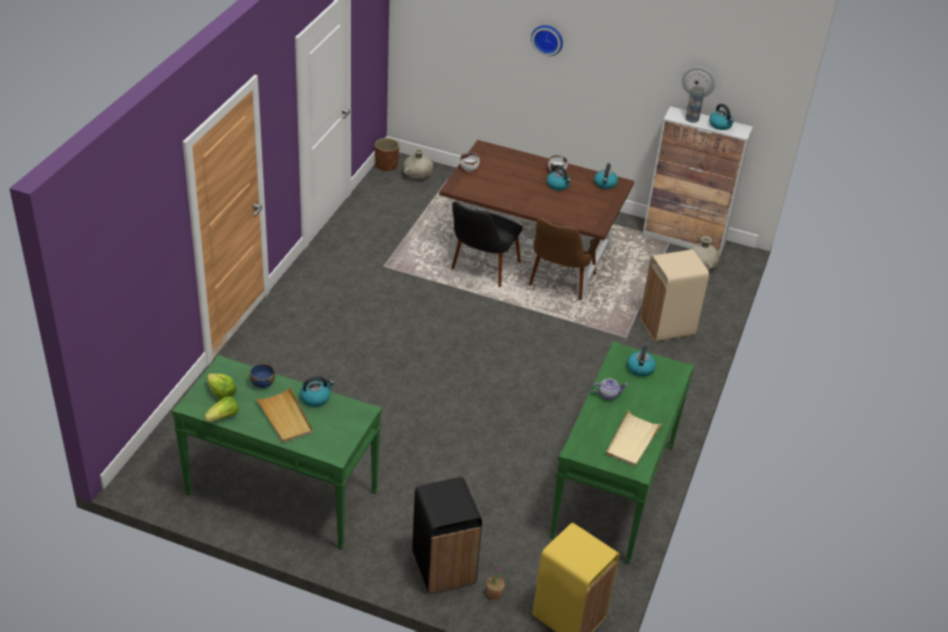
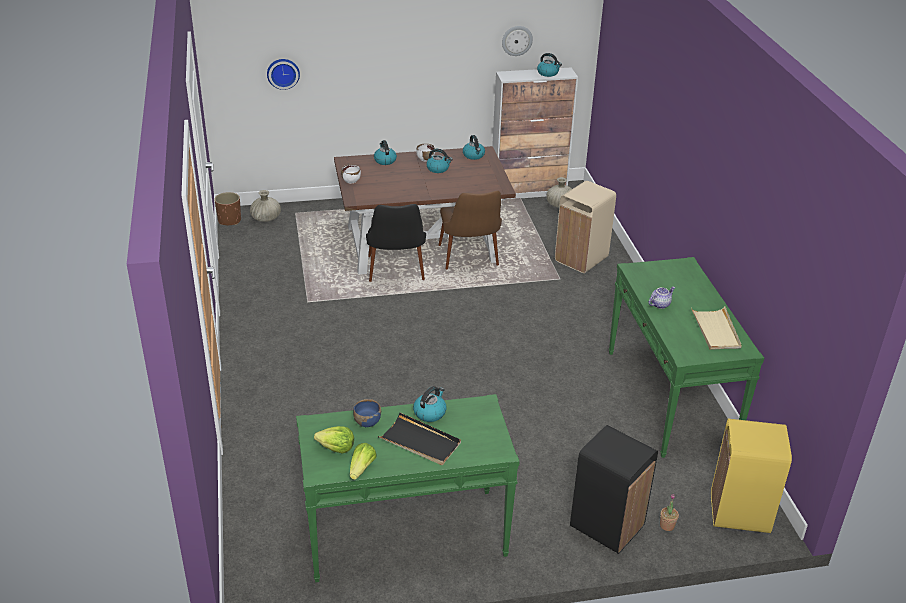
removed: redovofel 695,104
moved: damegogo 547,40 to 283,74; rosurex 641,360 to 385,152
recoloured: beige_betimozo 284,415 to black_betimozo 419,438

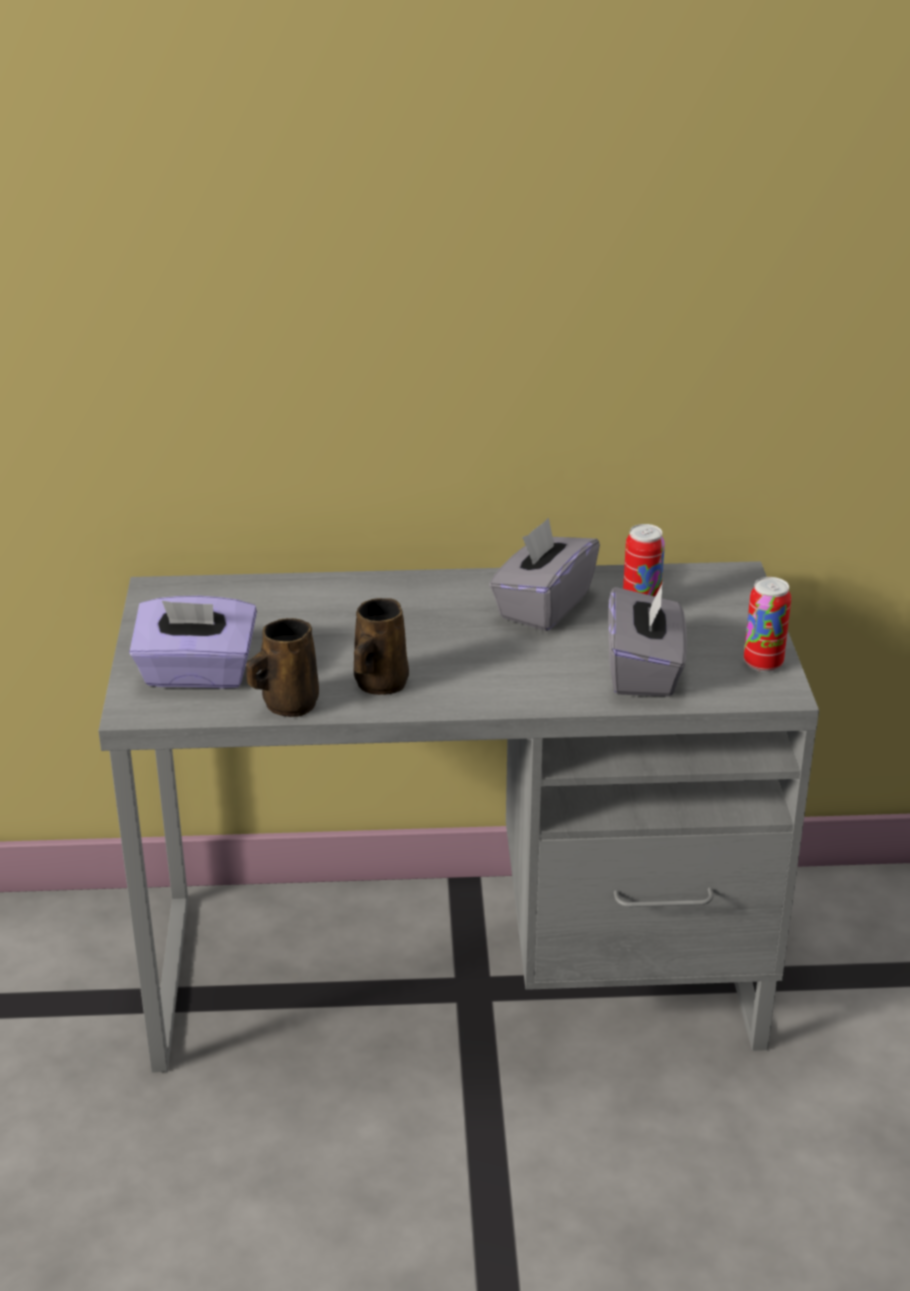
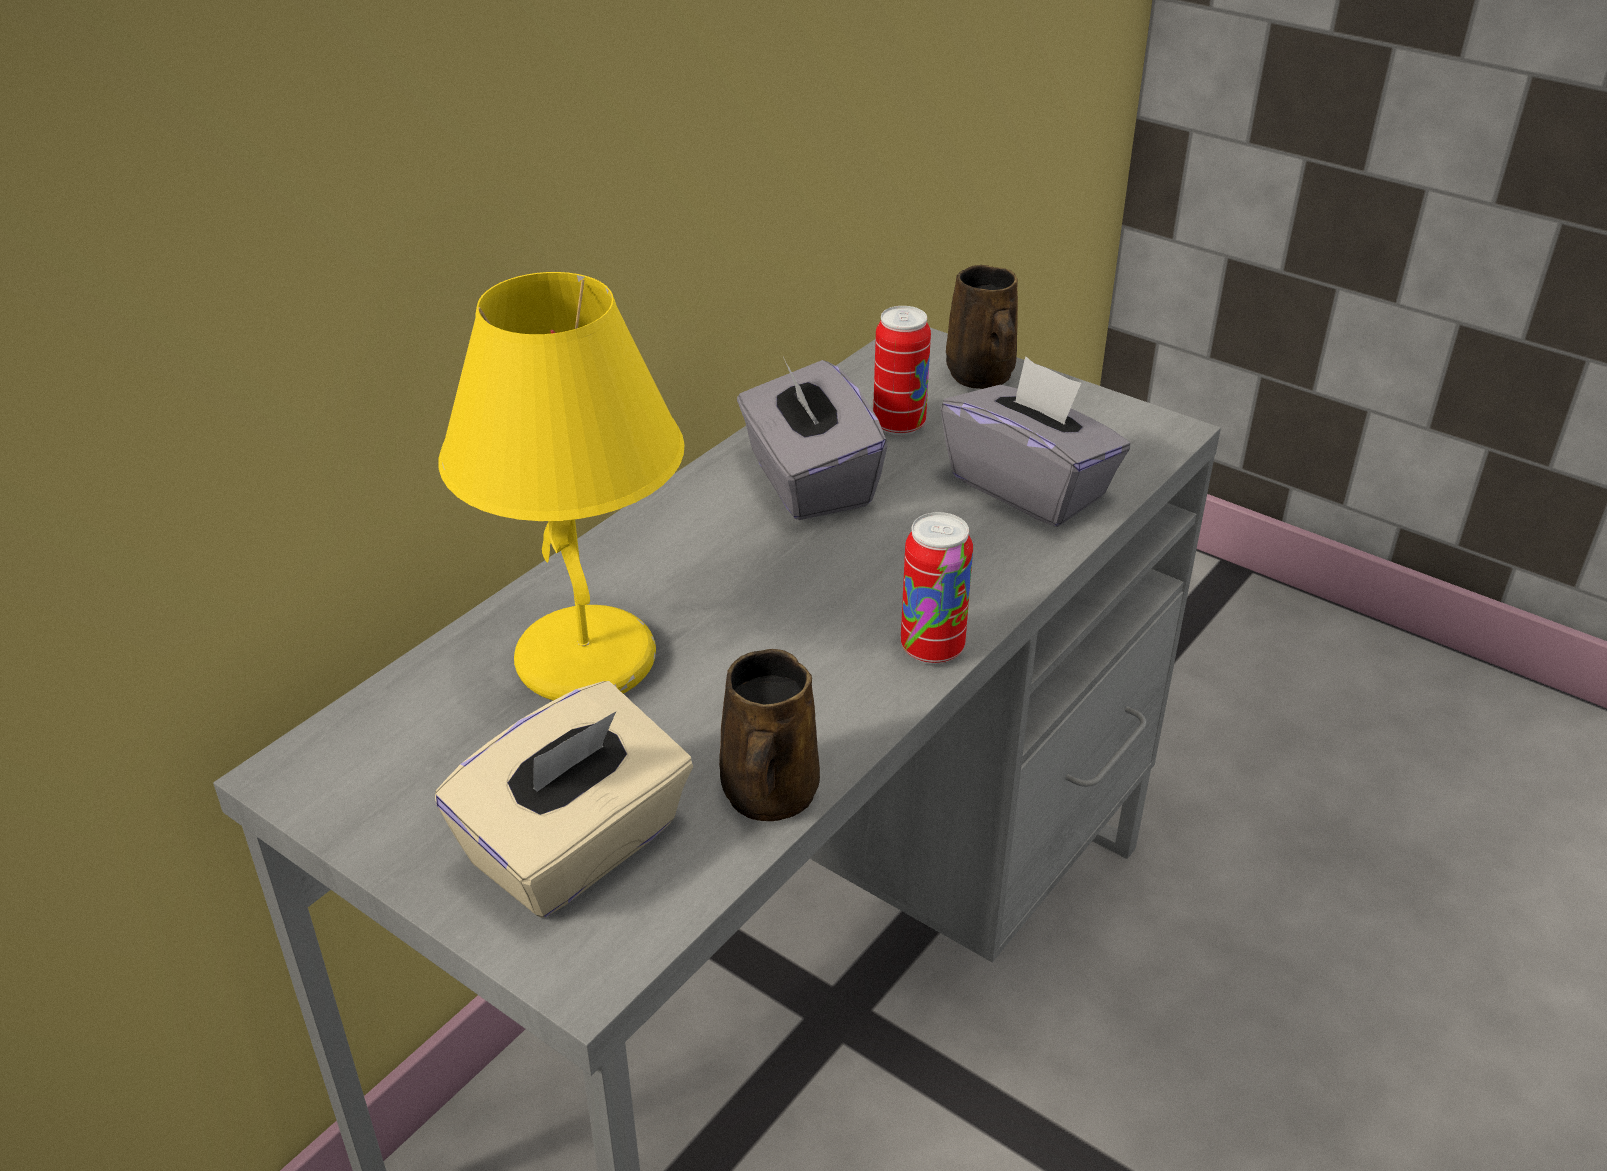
added: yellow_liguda 561,486
moved: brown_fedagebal 381,646 to 982,327; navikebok 767,624 to 937,588
recoloured: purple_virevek 193,642 to beige_virevek 564,799

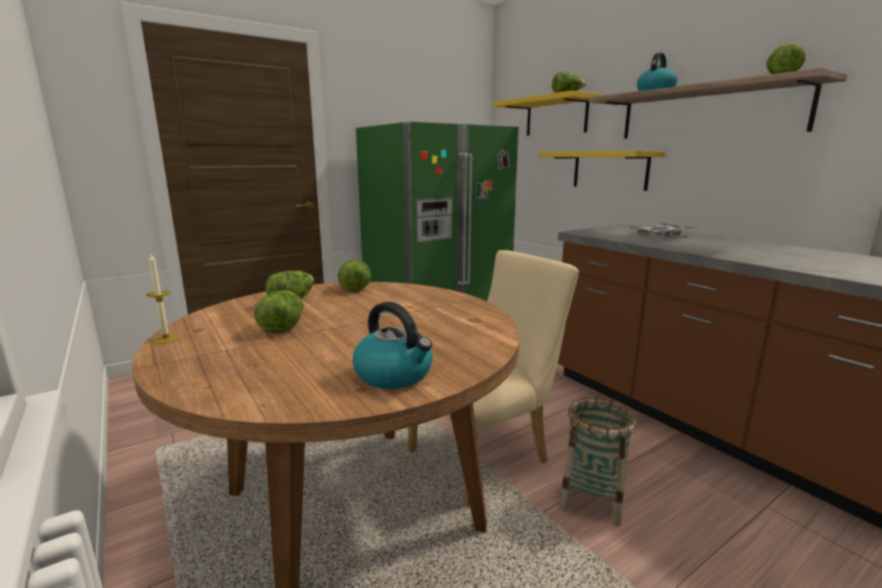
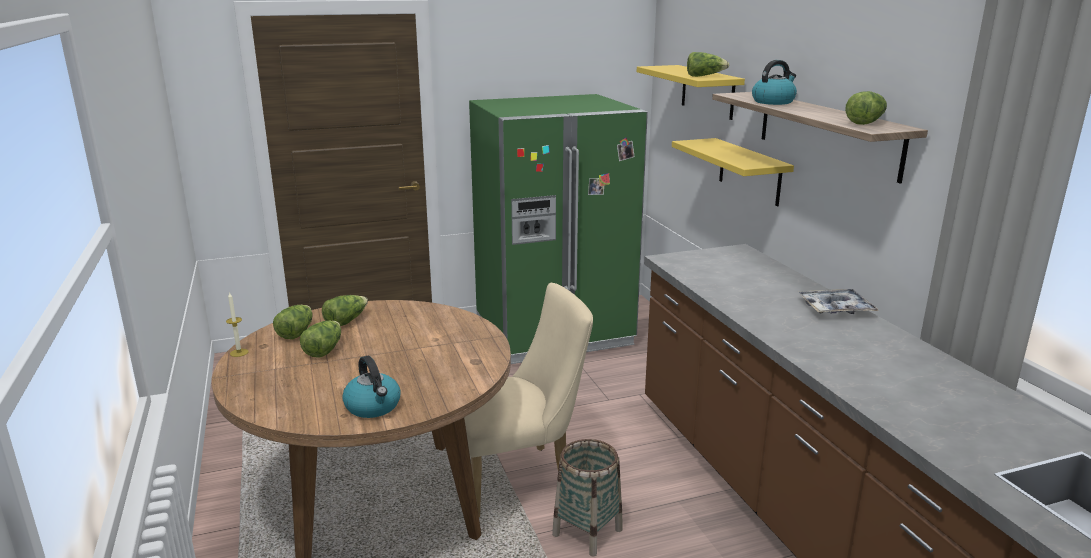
moved: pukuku 354,276 to 293,322; betimozo 663,229 to 838,301

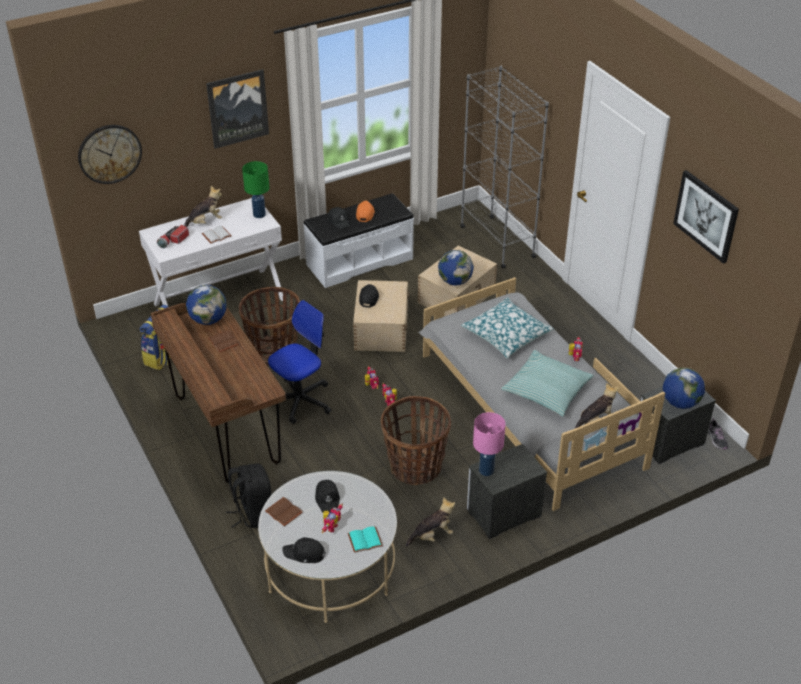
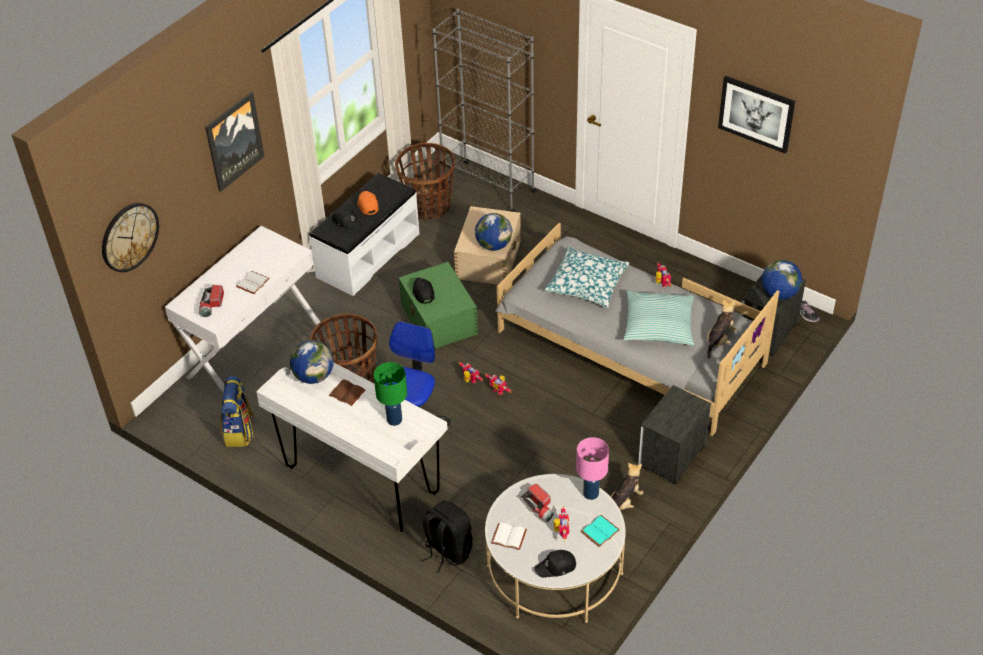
removed: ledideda 203,206
moved: green_liguda 255,189 to 390,394; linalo 416,440 to 425,181; pink_liguda 489,444 to 592,468
replaced: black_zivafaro 327,496 to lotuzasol 537,502
recoloured: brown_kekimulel 218,393 to white_kekimulel 352,447; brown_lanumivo 284,511 to white_lanumivo 509,536; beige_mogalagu 381,316 to green_mogalagu 438,305

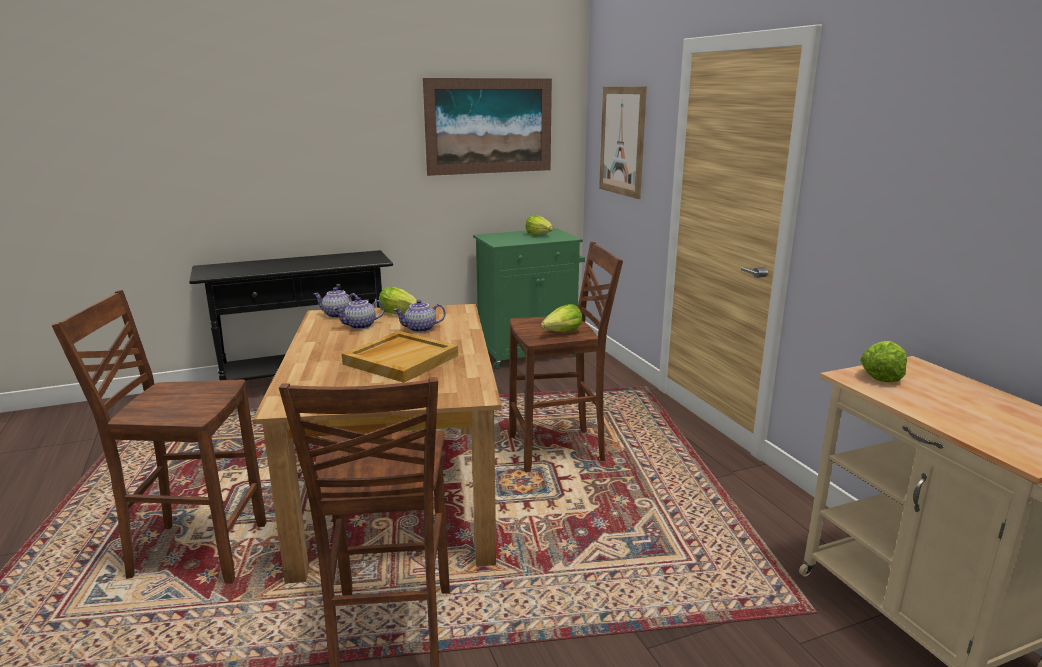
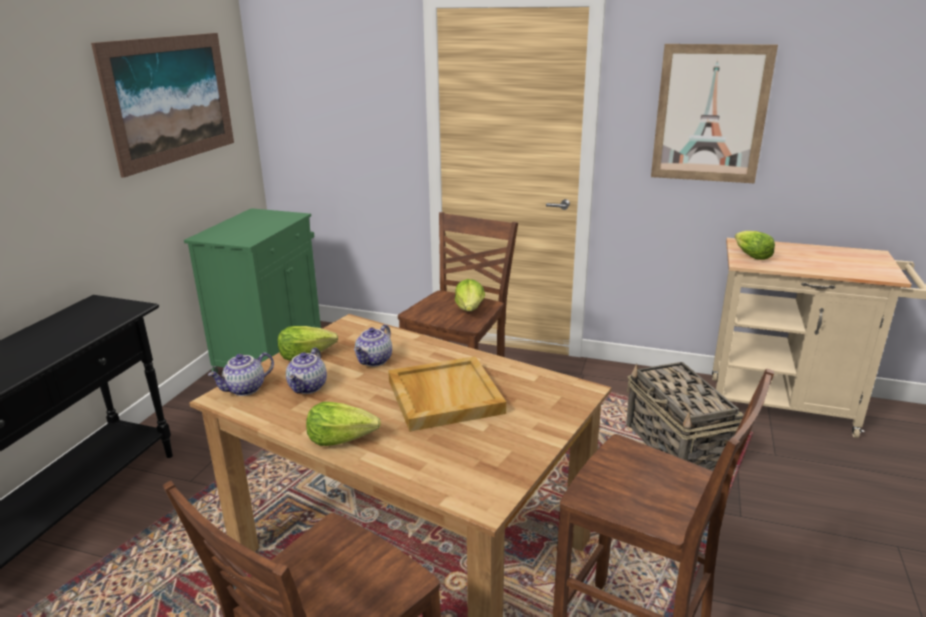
added: linalo 685,416
moved: pukuku 539,225 to 343,424; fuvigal 623,143 to 714,113

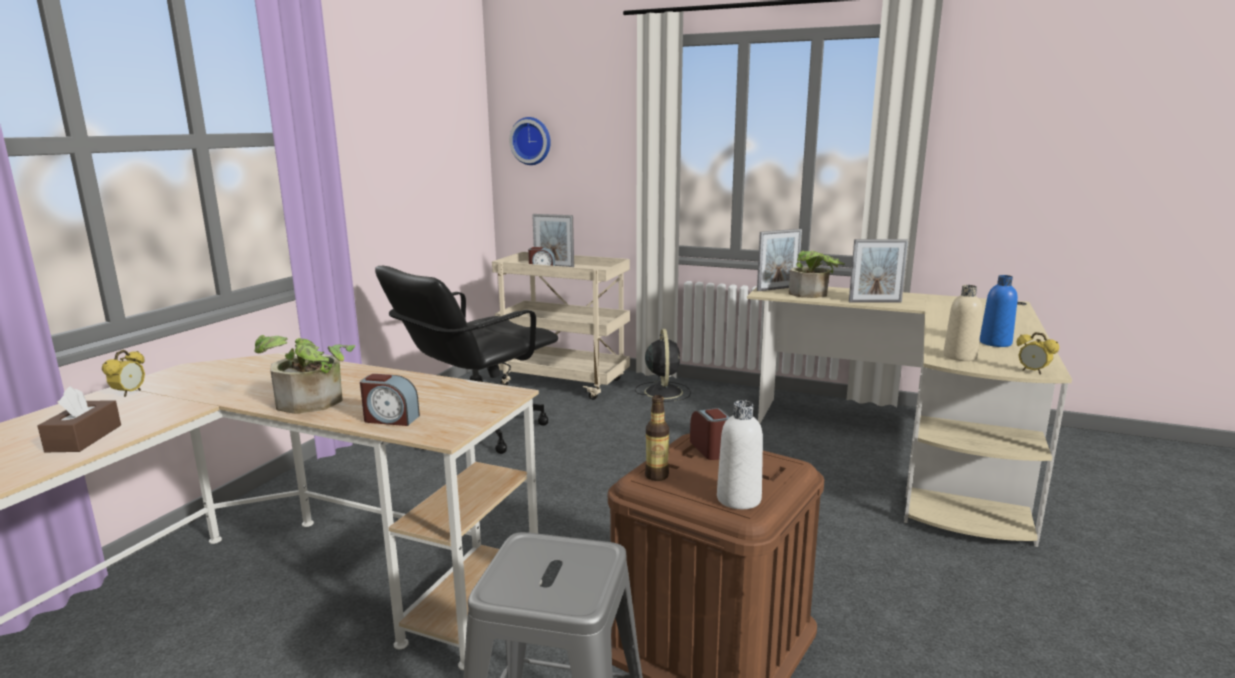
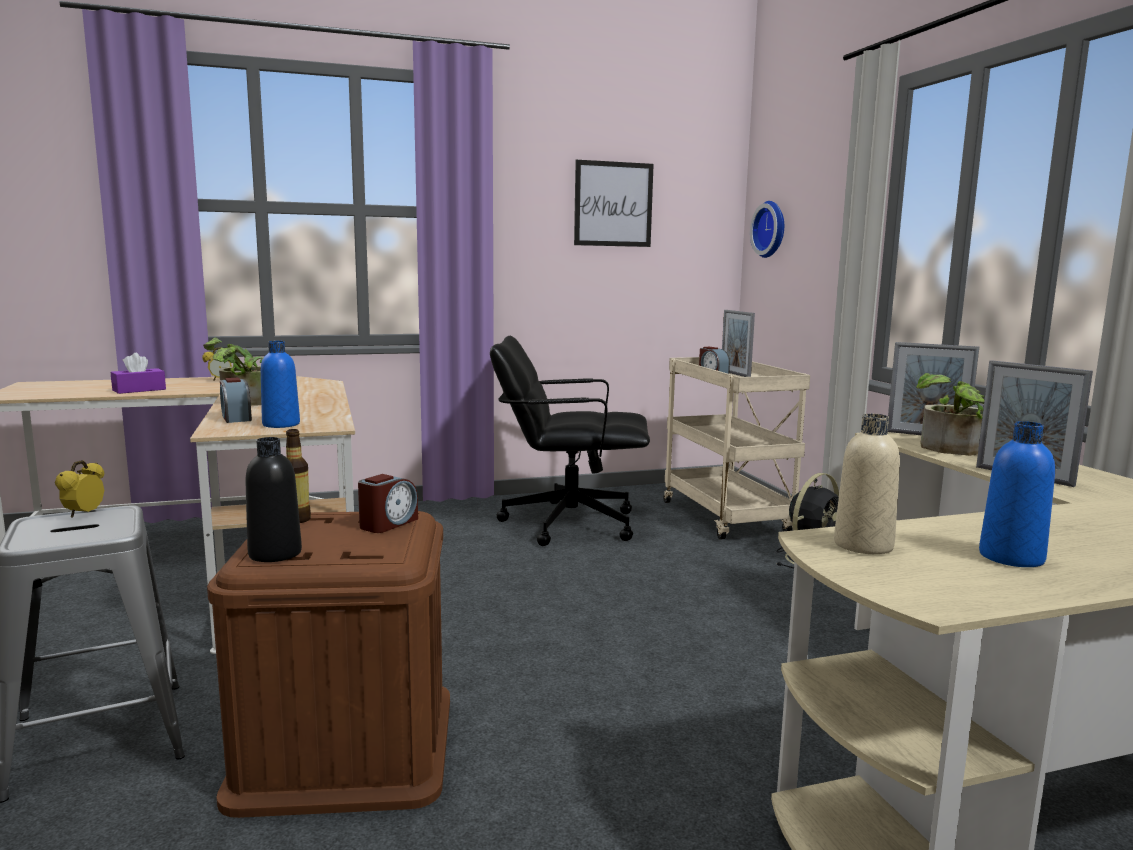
added: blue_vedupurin 280,384; fuvigal 614,203
moved: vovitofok 1038,353 to 79,489
recoloured: brown_virevek 79,419 to purple_virevek 138,373; white_vedupurin 740,454 to black_vedupurin 273,499

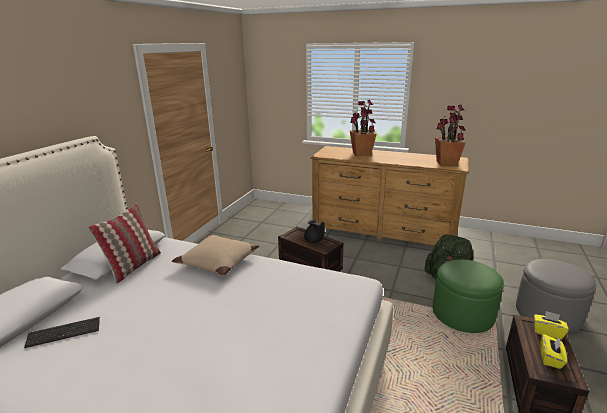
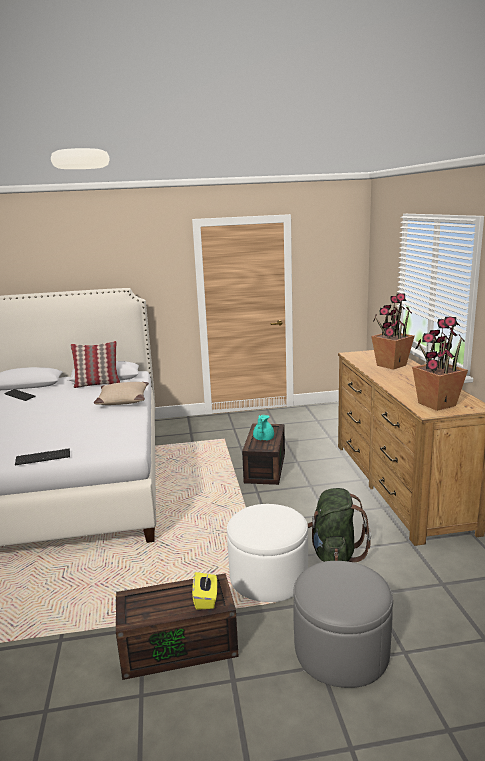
removed: yellow_virevek 553,351
added: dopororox 42,456
recoloured: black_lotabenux 314,231 to turquoise_lotabenux 263,428; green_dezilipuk 468,296 to white_dezilipuk 267,553

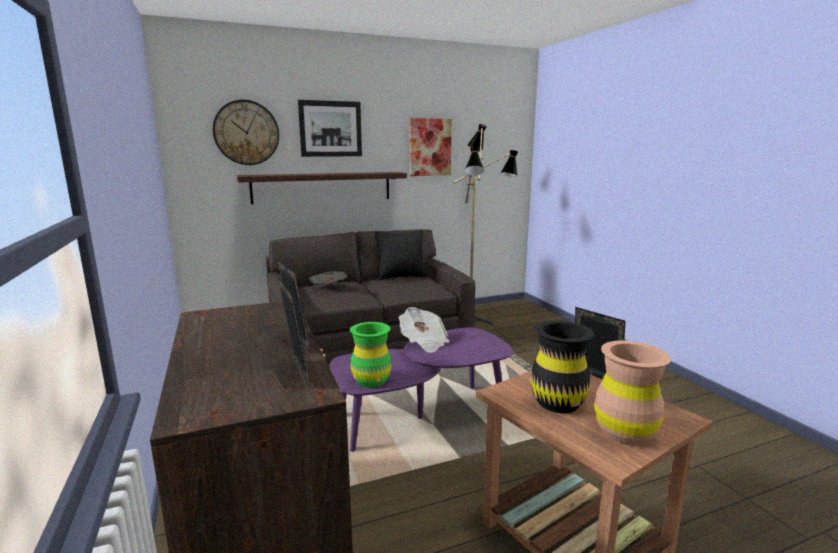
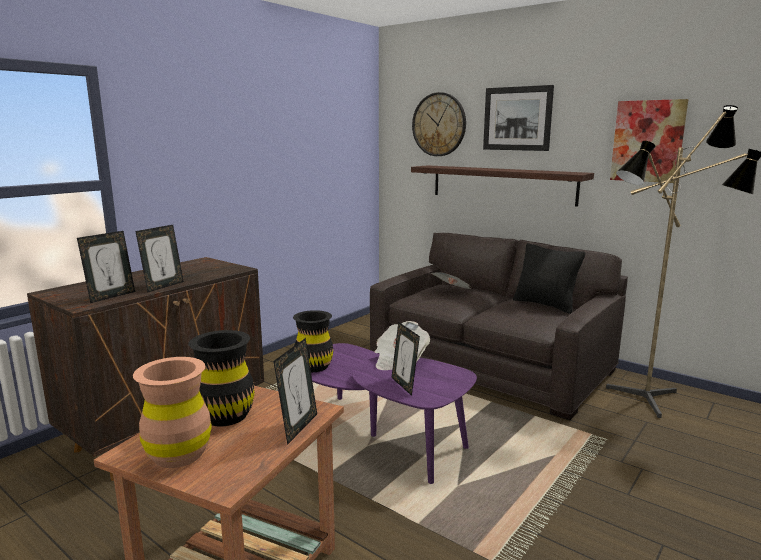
added: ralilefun 405,359
recoloured: green_redovofel 371,354 to black_redovofel 313,341

